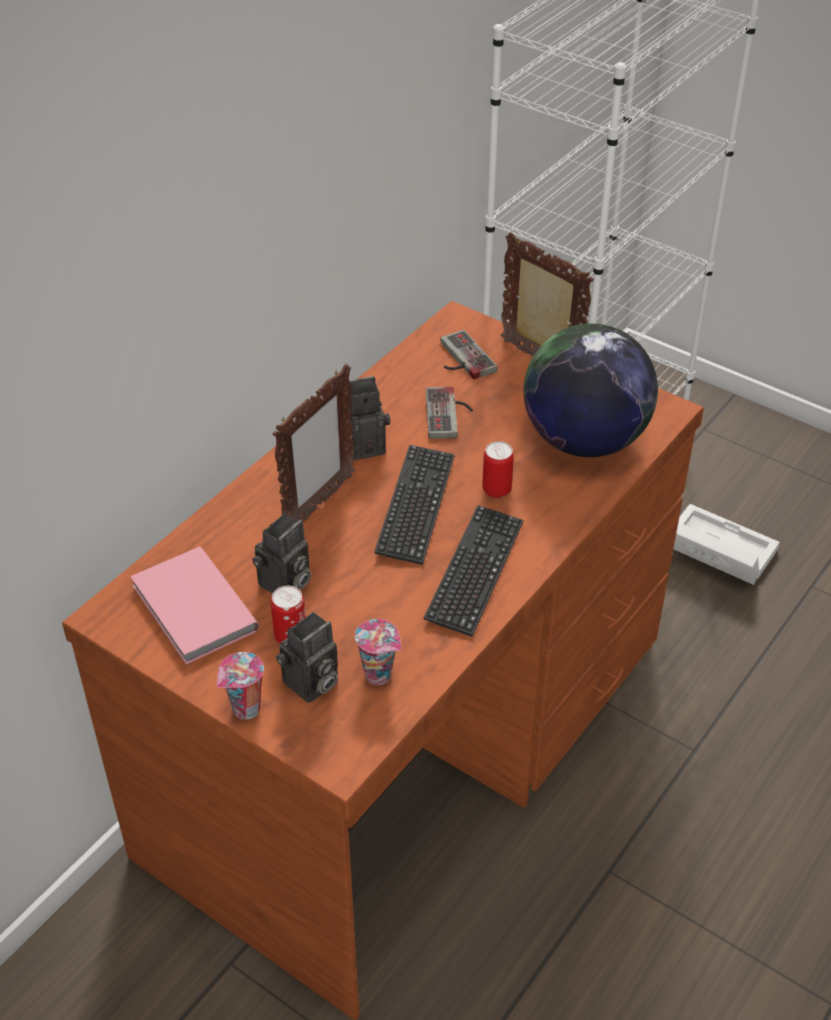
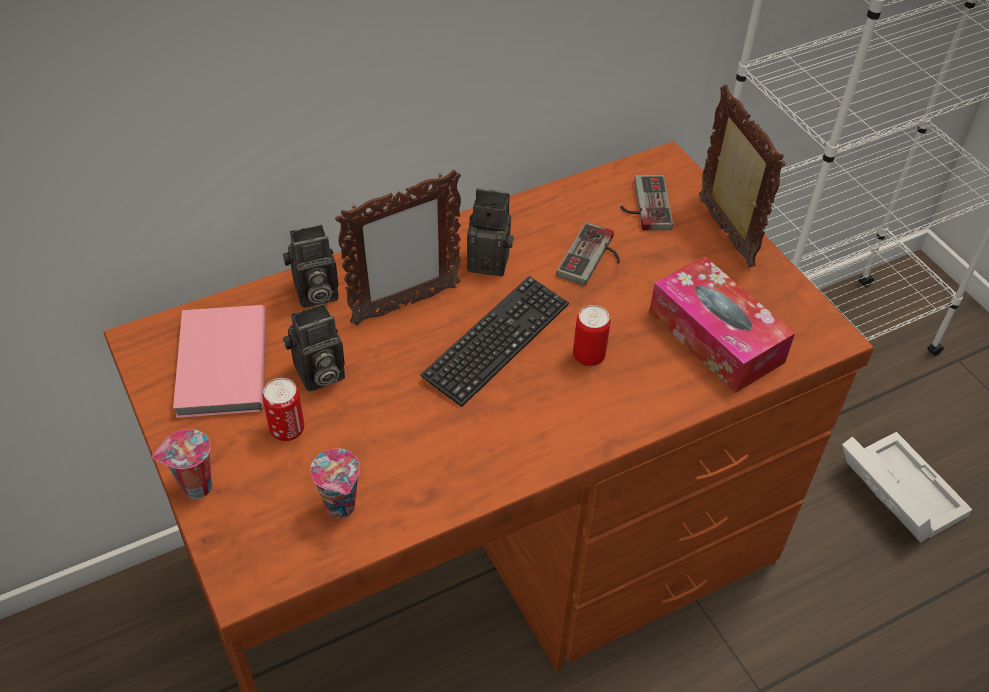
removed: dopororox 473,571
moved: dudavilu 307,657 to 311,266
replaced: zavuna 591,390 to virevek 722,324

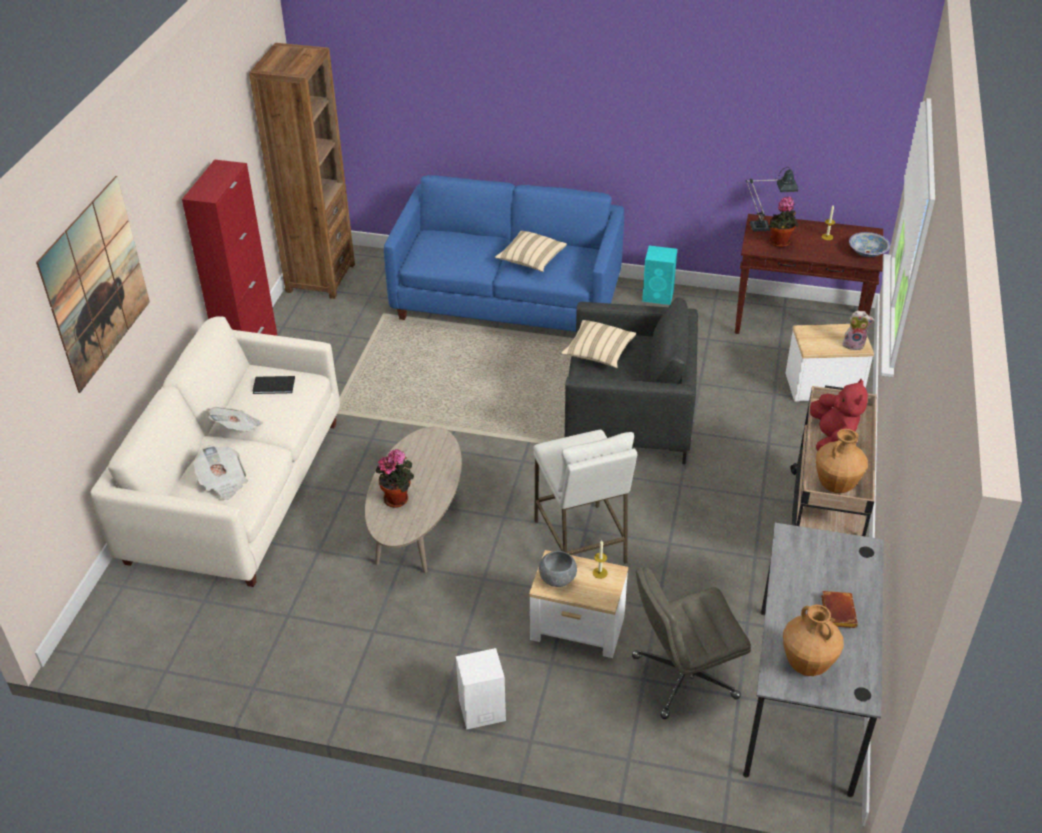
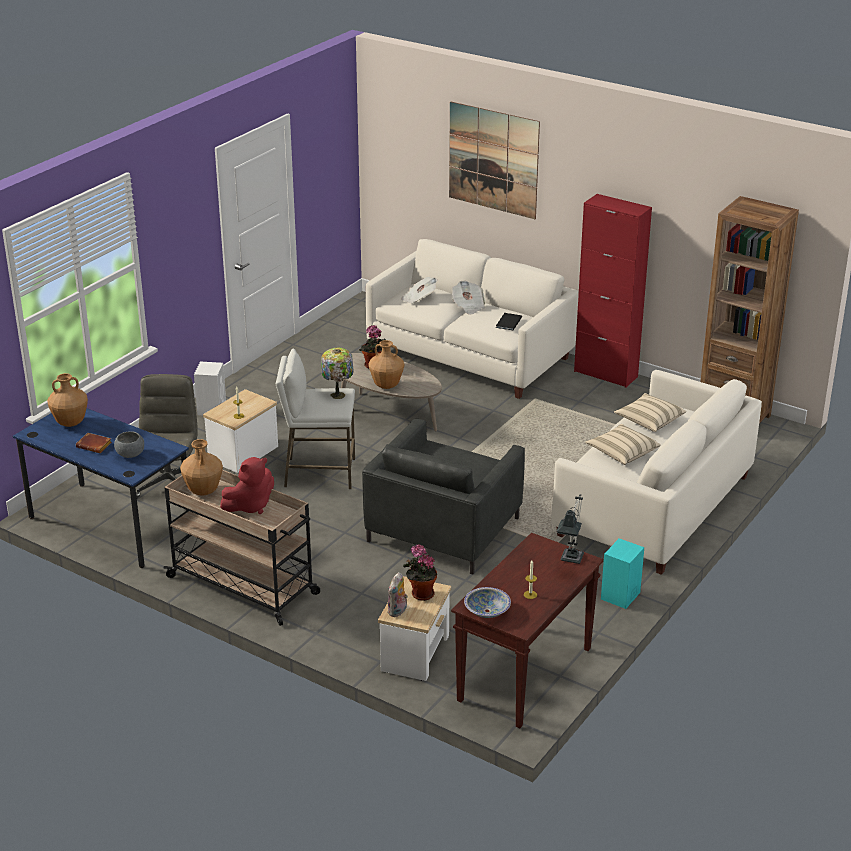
added: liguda 337,373; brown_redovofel 386,364
moved: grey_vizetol 558,569 to 129,444; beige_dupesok 598,344 to 650,412; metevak 783,221 to 420,572
recoloured: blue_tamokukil 504,253 to white_tamokukil 657,472; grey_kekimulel 813,660 to blue_kekimulel 101,488
turned: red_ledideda 839,415 = 247,485 60 degrees counterclockwise

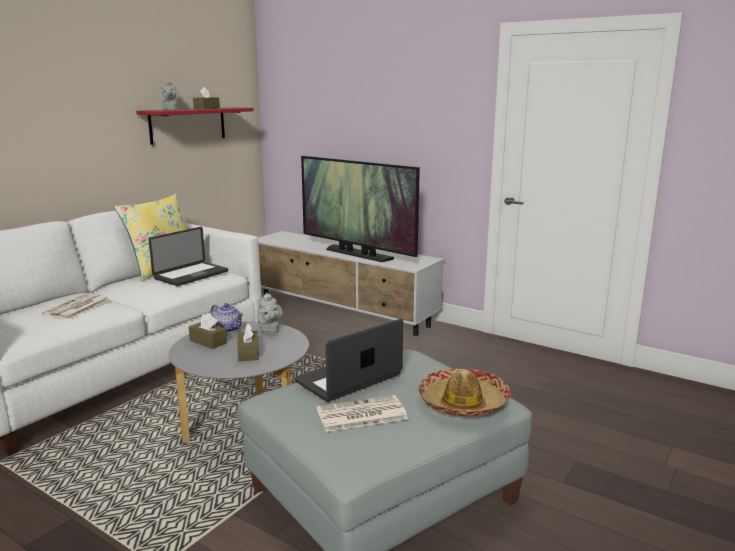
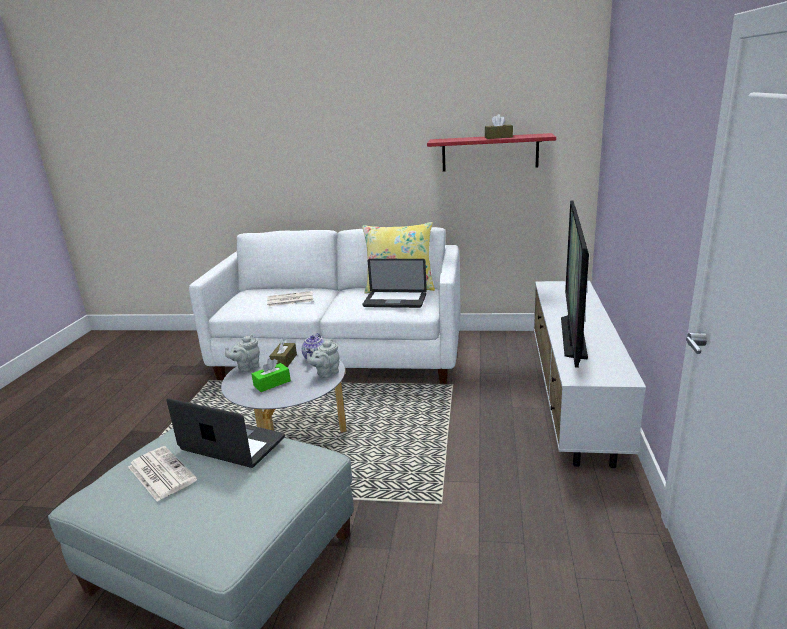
removed: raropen 464,392
moved: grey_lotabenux 169,95 to 242,353
recoloured: brown_virevek 248,342 to green_virevek 271,375

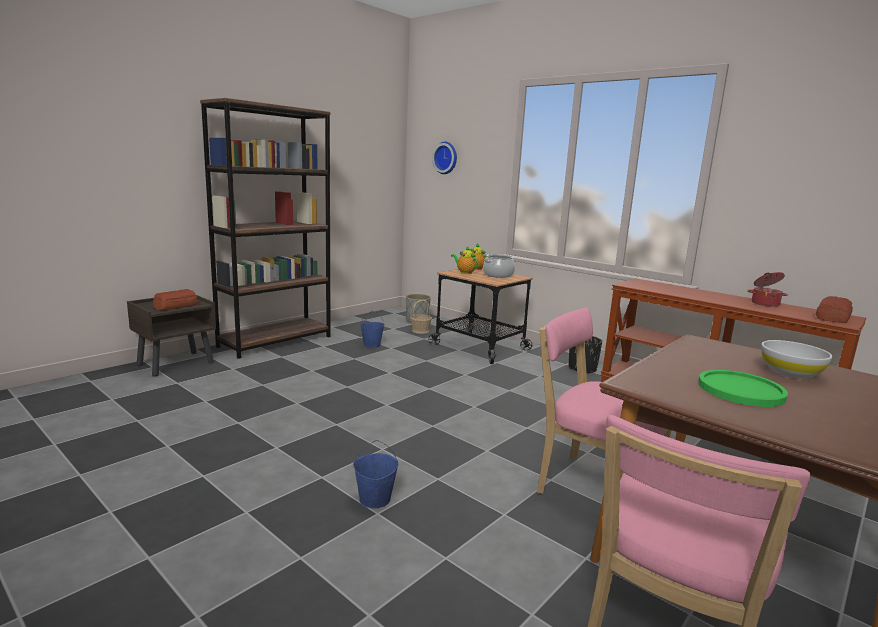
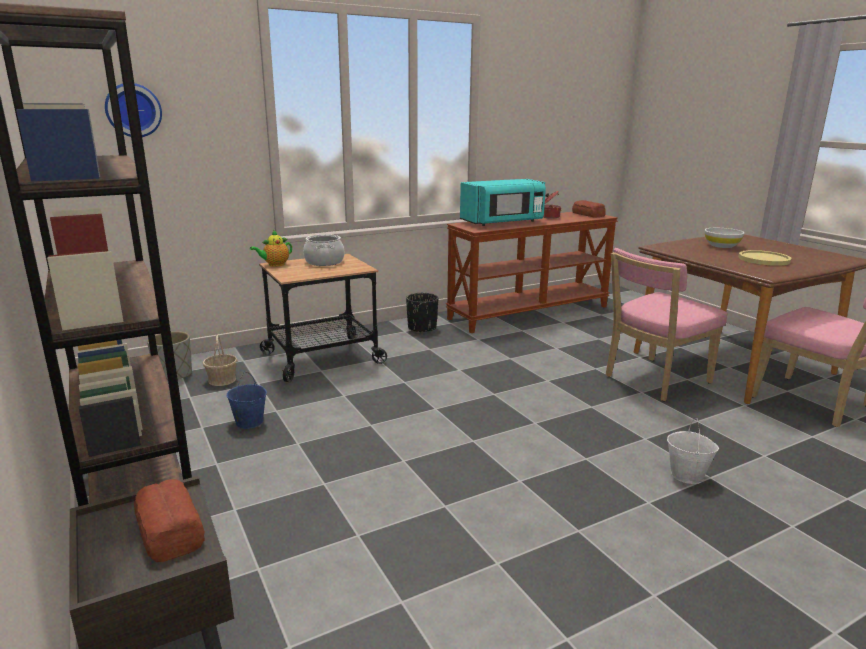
removed: lotabenux 464,260
added: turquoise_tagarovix 503,202
recoloured: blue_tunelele 376,474 to white_tunelele 693,451; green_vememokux 743,388 to yellow_vememokux 765,258

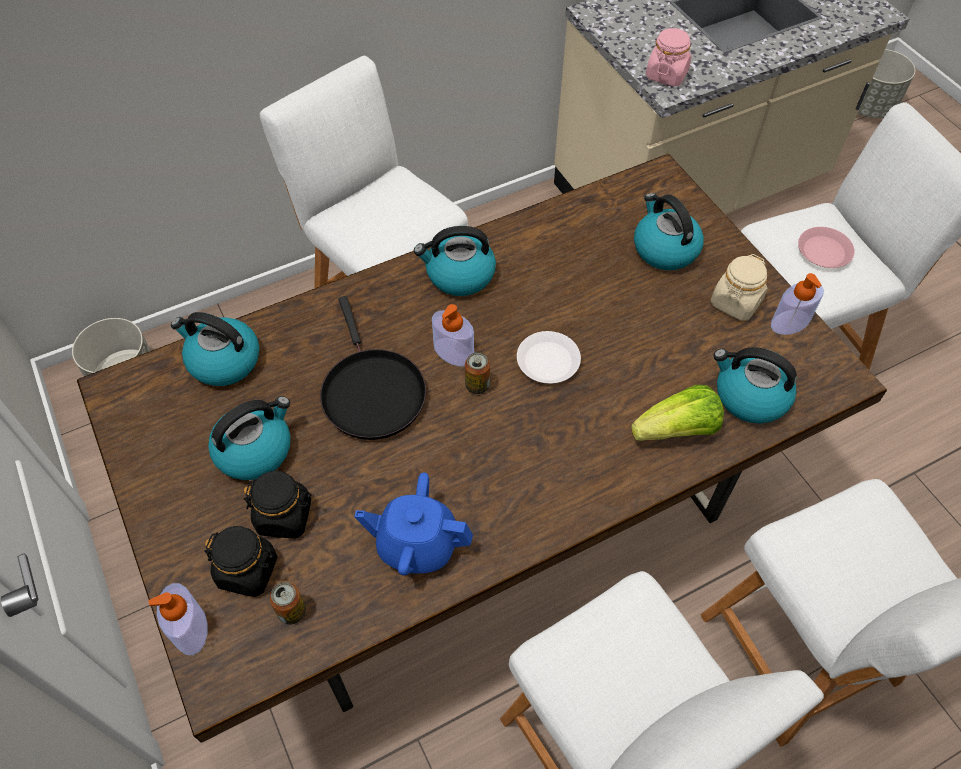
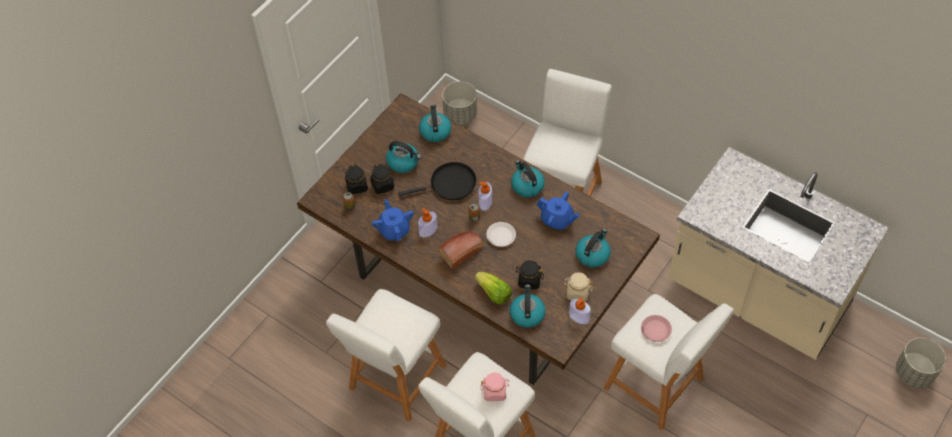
added: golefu 461,250; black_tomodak 529,274; blue_lotabenux 558,211
moved: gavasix 178,619 to 427,223; pink_tomodak 668,57 to 495,387
turned: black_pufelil 373,368 = 437,181 150 degrees counterclockwise

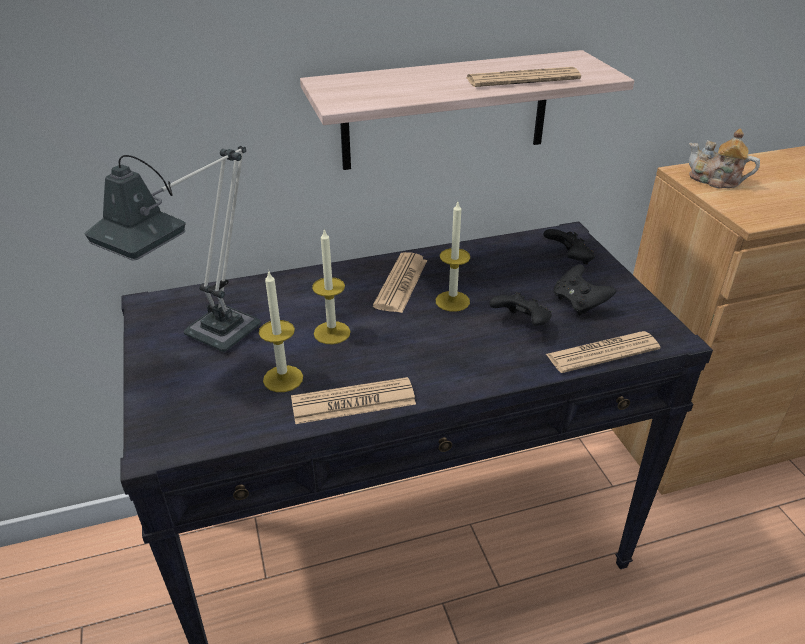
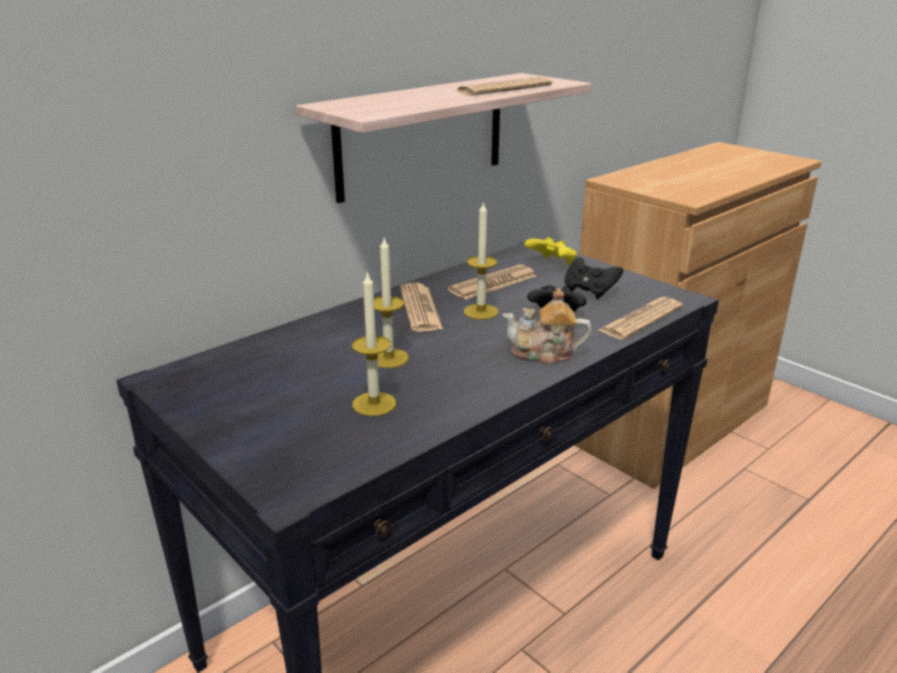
removed: liguda 173,249
moved: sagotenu 353,400 to 491,282; lotabenux 724,159 to 547,326
recoloured: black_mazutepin 569,246 to yellow_mazutepin 550,251

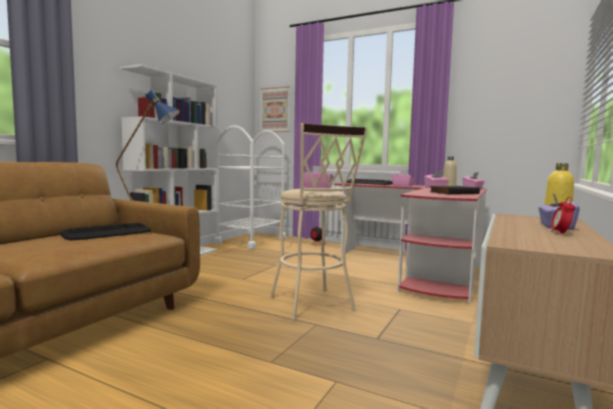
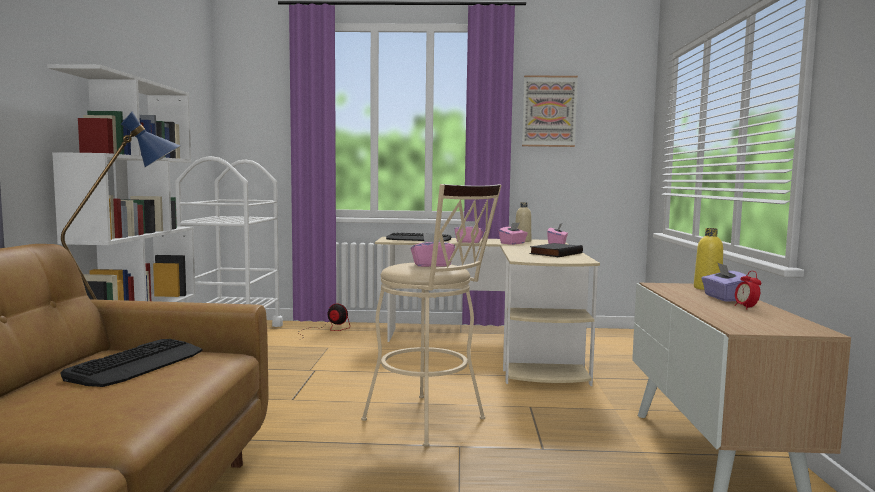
moved: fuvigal 275,109 to 550,111
recoloured: red_kekimulel 410,243 to beige_kekimulel 487,311

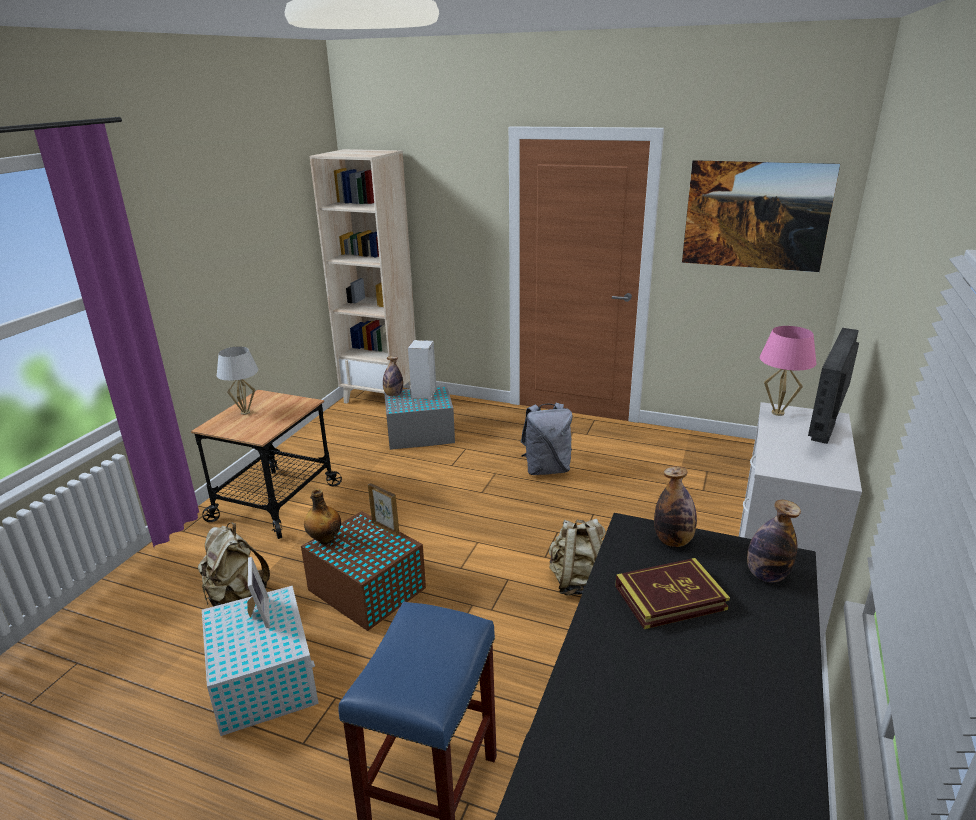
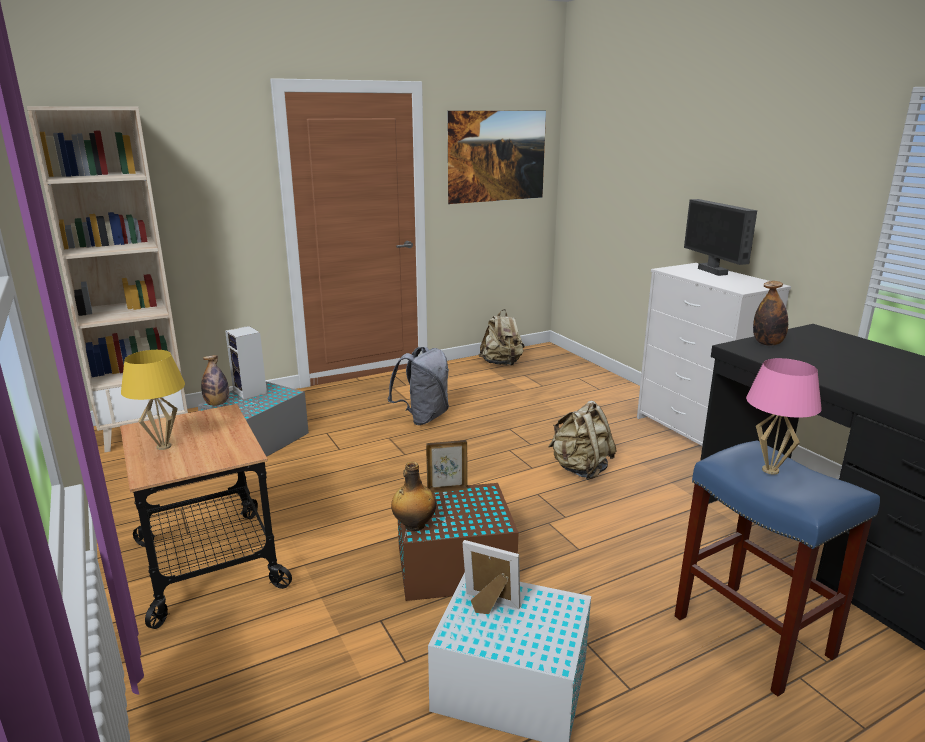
removed: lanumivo 672,593; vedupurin 774,541
moved: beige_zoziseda 234,564 to 502,337; pink_liguda 788,371 to 784,416
recoloured: white_liguda 238,380 to yellow_liguda 153,400

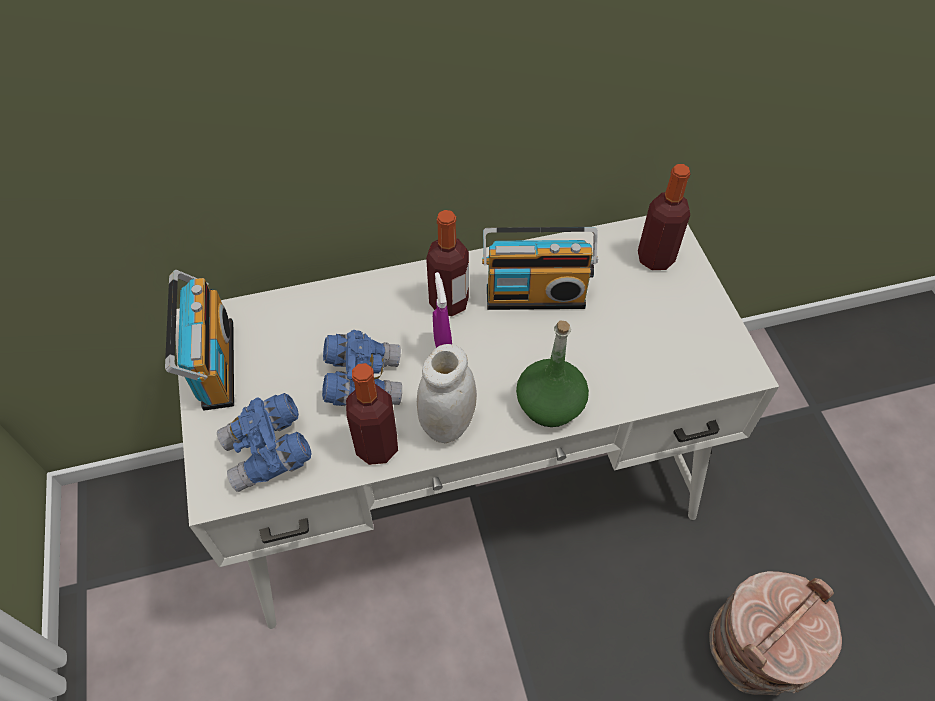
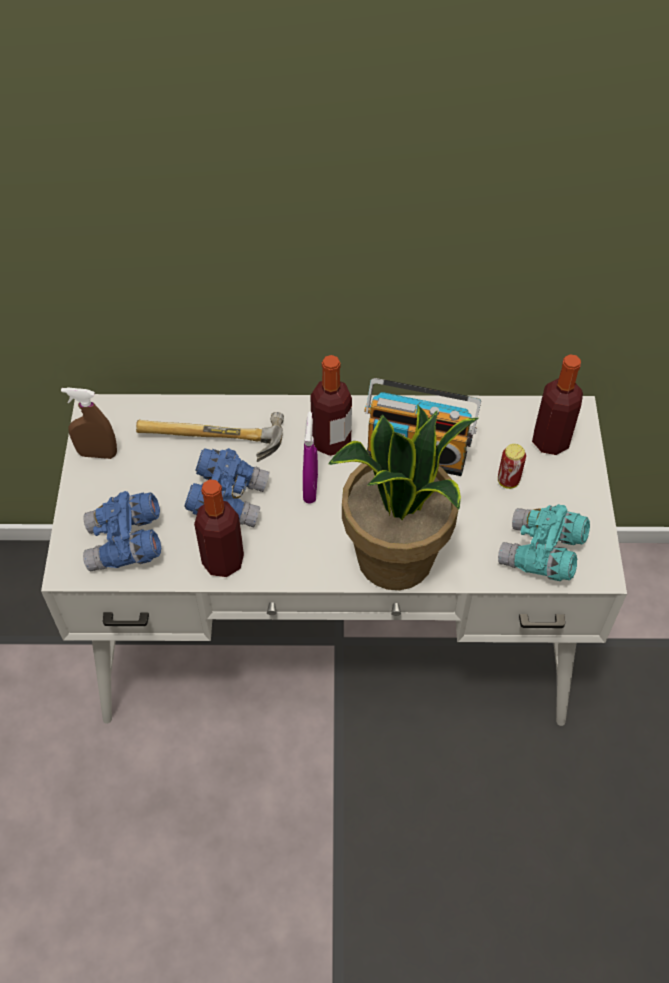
removed: white_tomodak 447,393; brown_tunelele 775,633
added: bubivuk 210,437; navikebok 512,466; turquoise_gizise 544,542
replaced: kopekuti 199,340 to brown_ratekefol 89,423; green_vedupurin 552,373 to metevak 403,497

